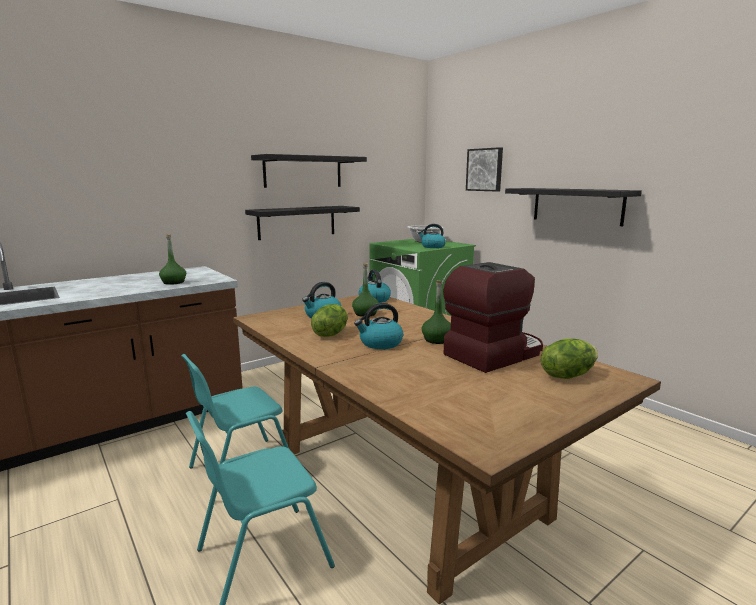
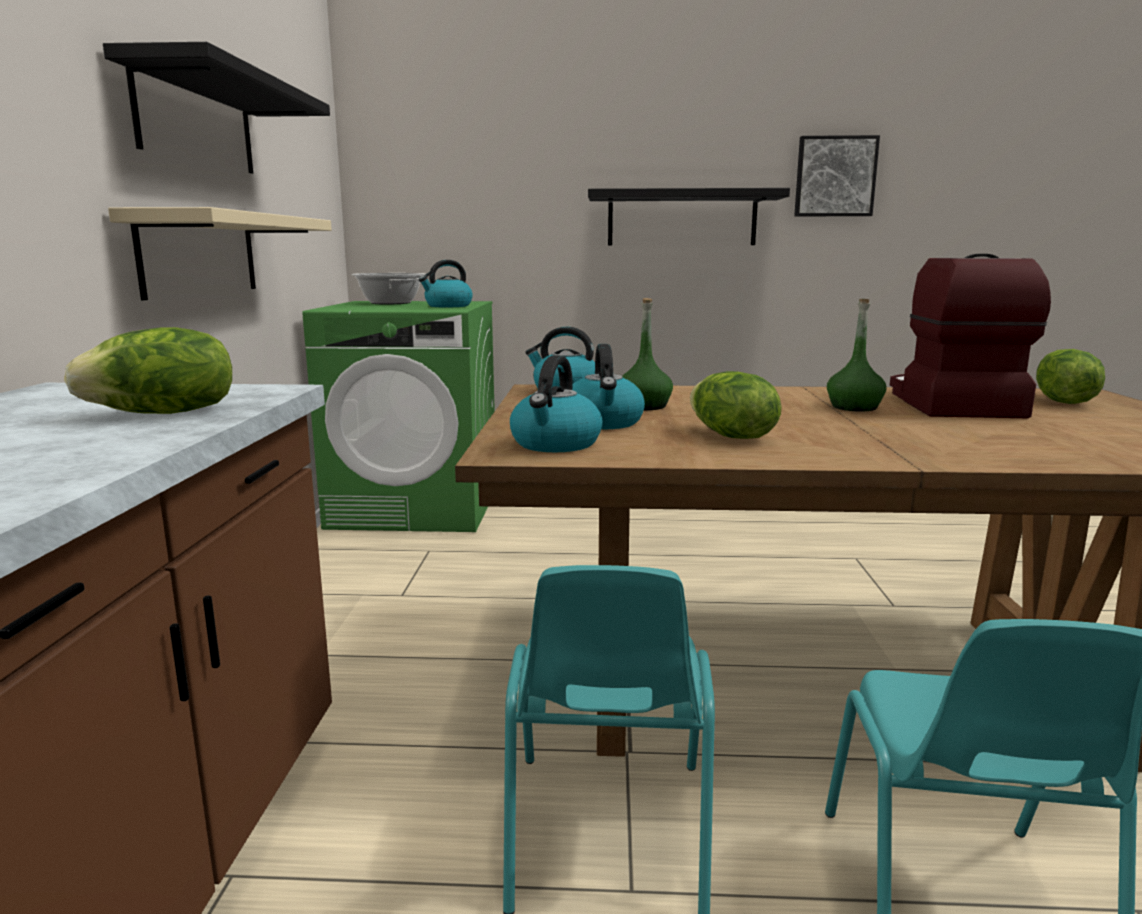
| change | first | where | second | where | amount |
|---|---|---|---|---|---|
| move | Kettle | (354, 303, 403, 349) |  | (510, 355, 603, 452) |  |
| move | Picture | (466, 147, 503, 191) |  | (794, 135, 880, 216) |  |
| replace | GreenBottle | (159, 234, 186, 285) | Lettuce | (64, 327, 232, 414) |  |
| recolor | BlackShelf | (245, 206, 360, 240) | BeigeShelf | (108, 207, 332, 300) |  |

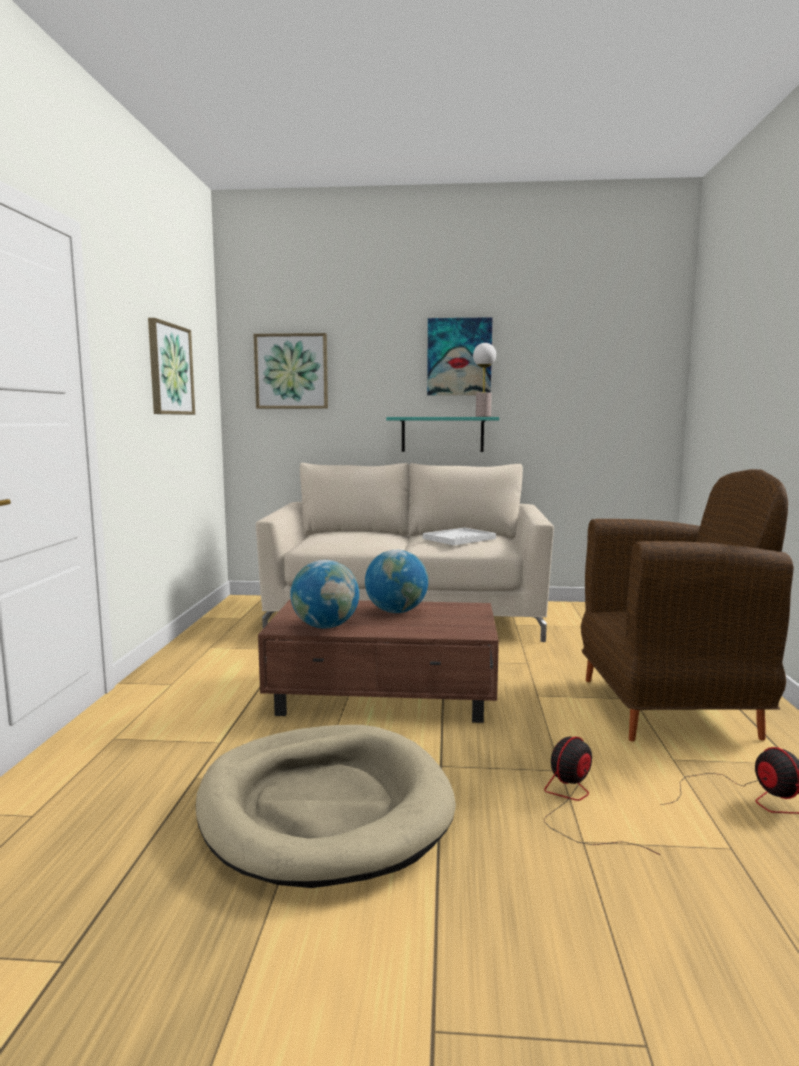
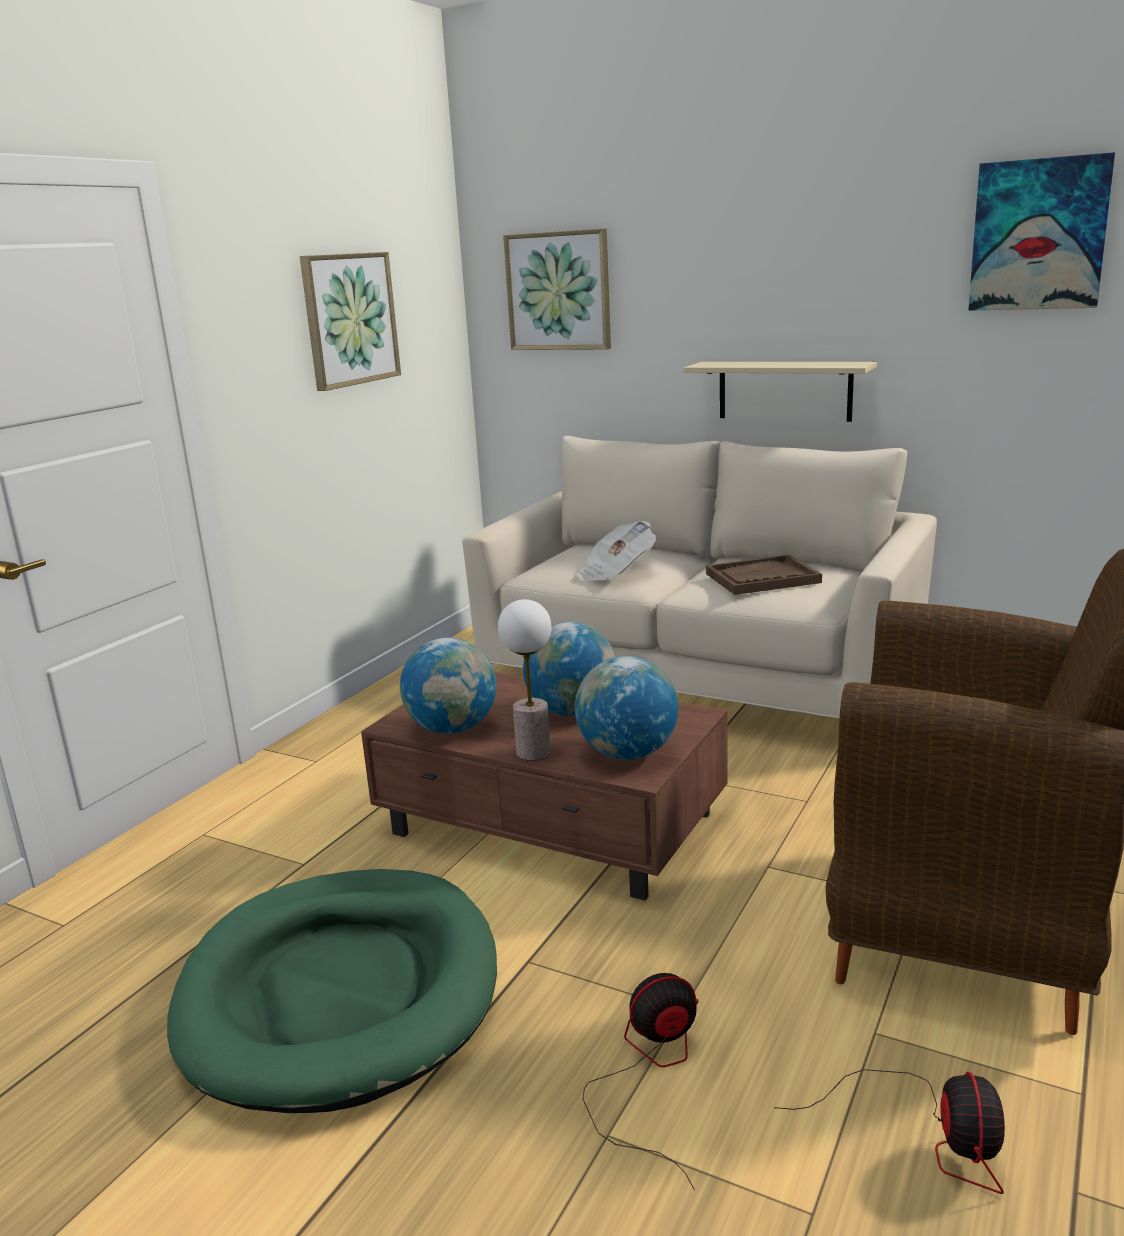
| change | first | where | second | where | amount |
|---|---|---|---|---|---|
| insert |  |  | Globe | (575, 656, 678, 760) |  |
| insert |  |  | Newspaper | (576, 521, 656, 580) |  |
| move | Picture | (427, 317, 492, 395) |  | (968, 152, 1115, 311) |  |
| move | TableLamp | (473, 343, 496, 417) |  | (498, 599, 552, 761) |  |
| recolor | BeigeDogBed | (196, 725, 456, 888) | GreenDogBed | (167, 869, 497, 1113) |  |
| recolor | TurquoiseShelf | (386, 417, 499, 452) | BeigeShelf | (683, 362, 877, 422) |  |
| recolor | WhiteTray | (423, 528, 496, 545) | BrownTray | (706, 555, 822, 595) |  |

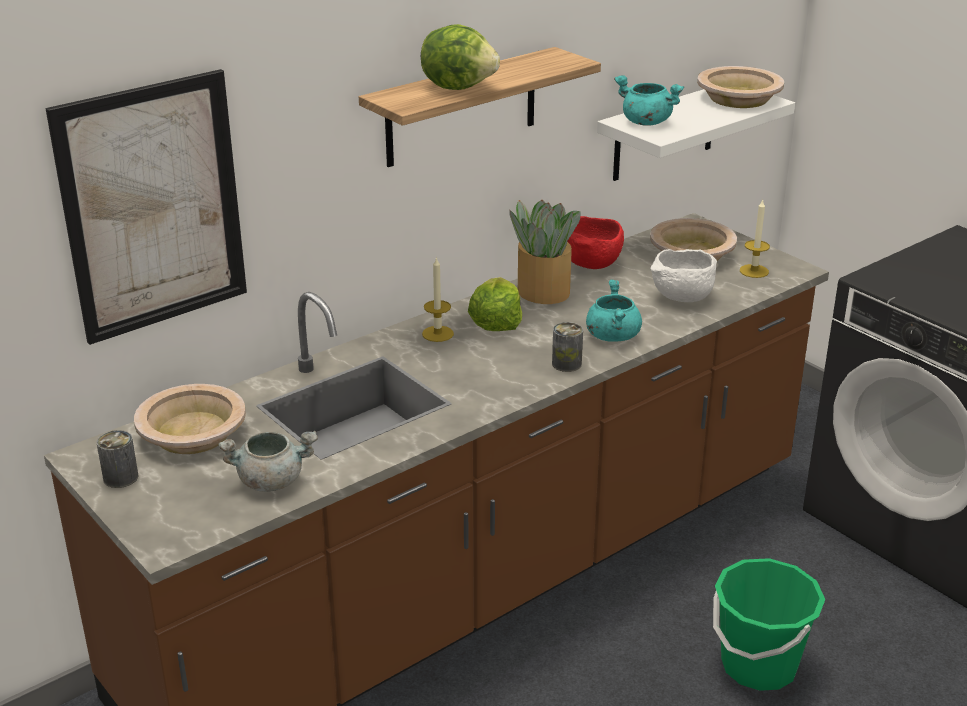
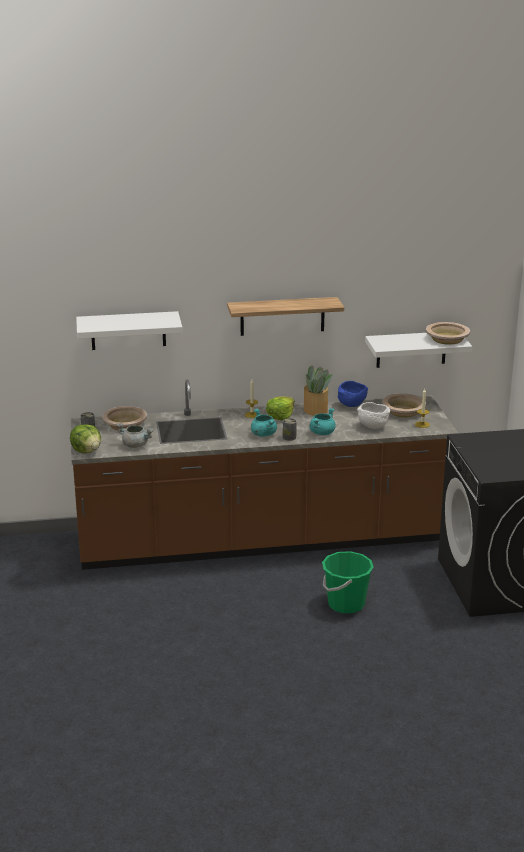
| change | first | where | second | where | amount |
|---|---|---|---|---|---|
| move | Lettuce | (421, 24, 500, 90) |  | (70, 424, 101, 454) |  |
| move | TurquoiseCookingPot | (614, 75, 684, 126) |  | (251, 409, 277, 437) |  |
| replace | Picture | (45, 69, 247, 345) | WhiteShelf | (76, 311, 183, 350) |  |
| recolor | RedBowl | (567, 216, 624, 269) | BlueBowl | (338, 381, 368, 407) |  |

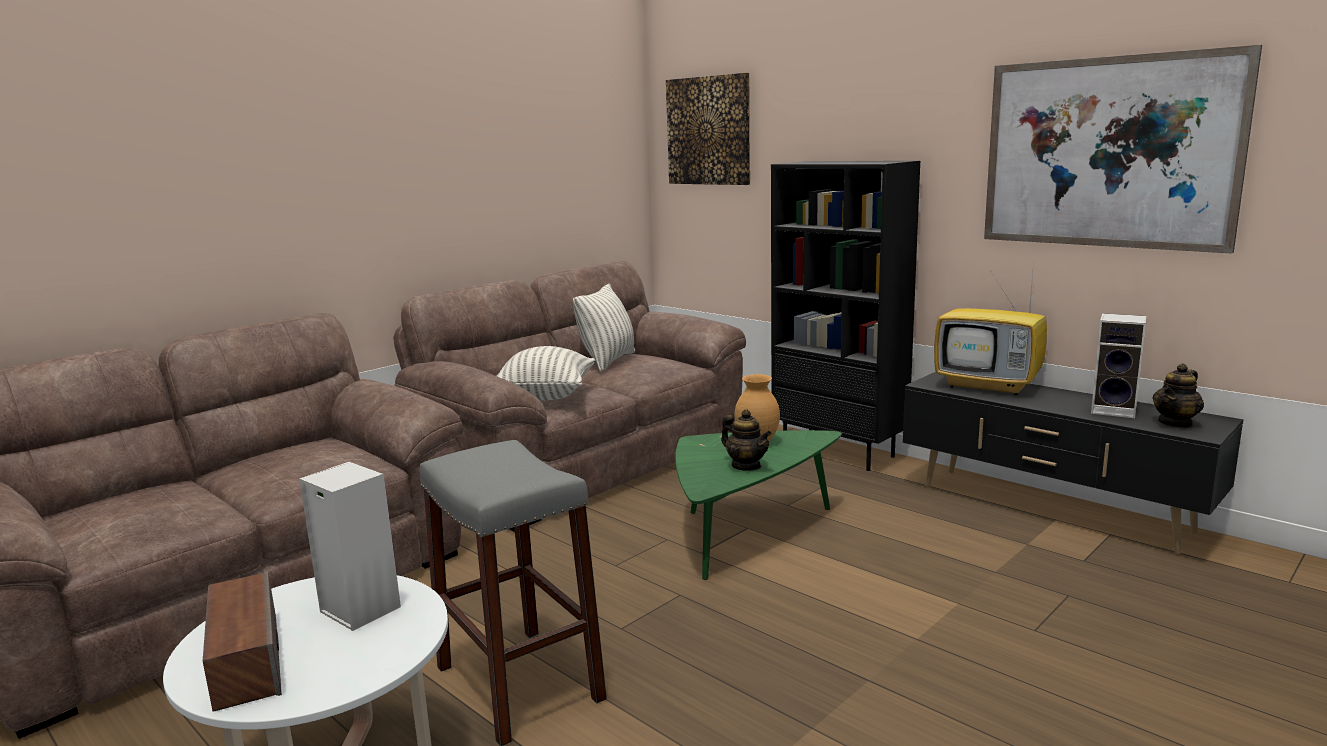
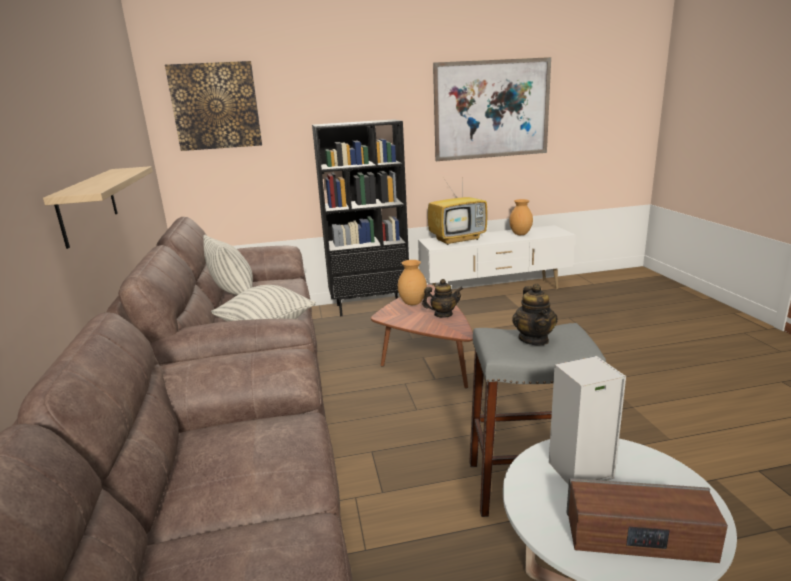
| change | first | where | second | where | amount |
|---|---|---|---|---|---|
| insert |  |  | Shelf | (43, 166, 153, 249) |  |
| move | Teapot | (1153, 363, 1204, 429) |  | (512, 284, 558, 346) |  |
| replace | Speaker | (1091, 313, 1146, 418) | BrownVase | (509, 199, 533, 235) |  |
| recolor | GreenCoffeeTable | (675, 430, 842, 580) | BrownCoffeeTable | (371, 284, 473, 388) |  |
| recolor | BlackTvStand | (903, 372, 1244, 555) | WhiteTvStand | (418, 225, 575, 290) |  |

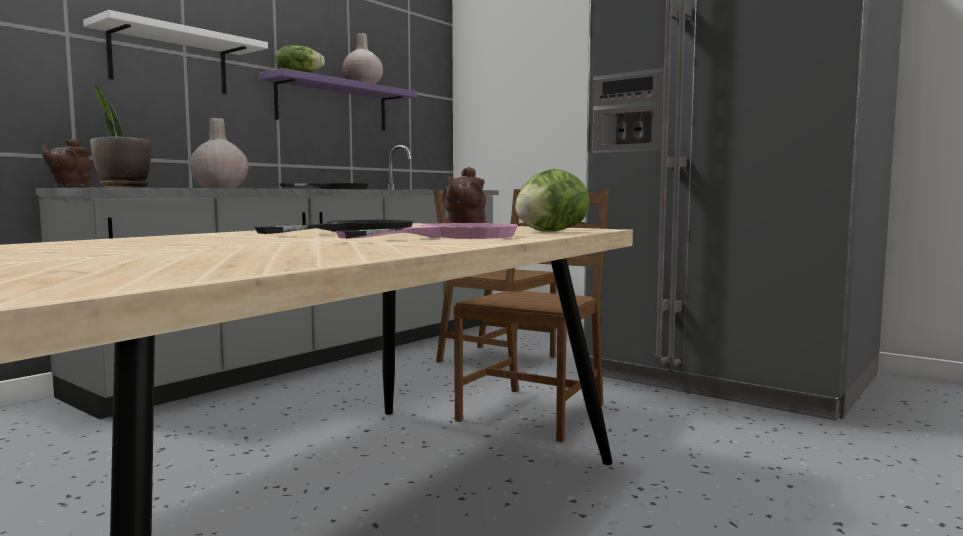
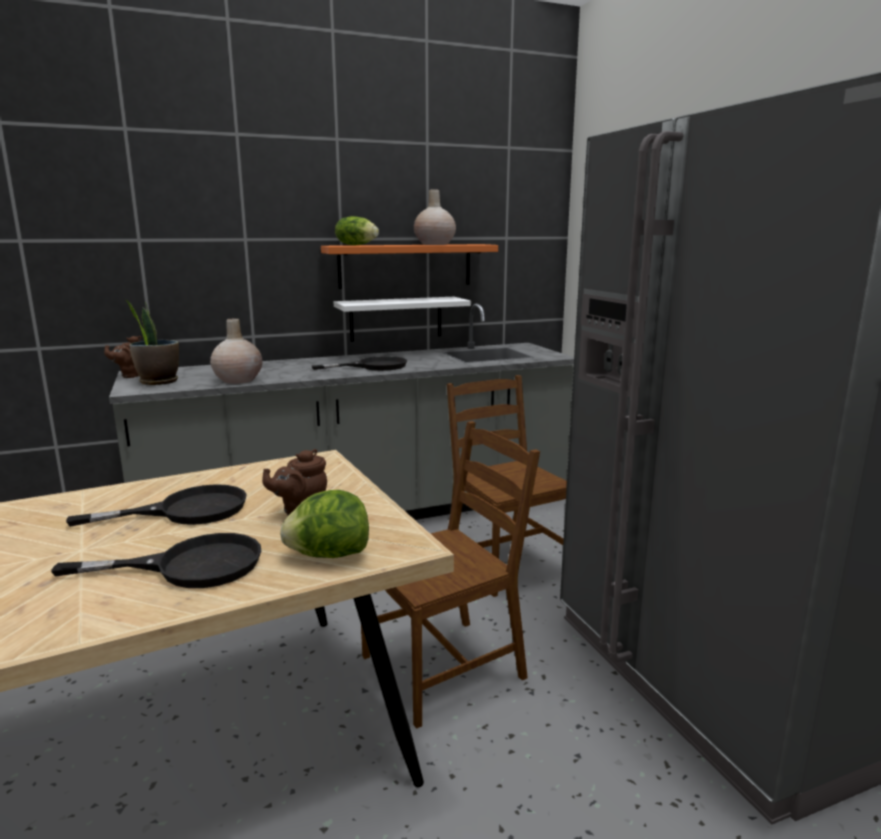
| change | first | where | second | where | amount |
|---|---|---|---|---|---|
| move | WhiteShelf | (83, 10, 268, 94) |  | (334, 297, 471, 342) |  |
| recolor | PurpleShelf | (259, 68, 417, 131) | OrangeShelf | (321, 244, 498, 289) |  |
| recolor | PinkFryingPan | (336, 223, 518, 239) | BlackFryingPan | (51, 533, 261, 588) |  |

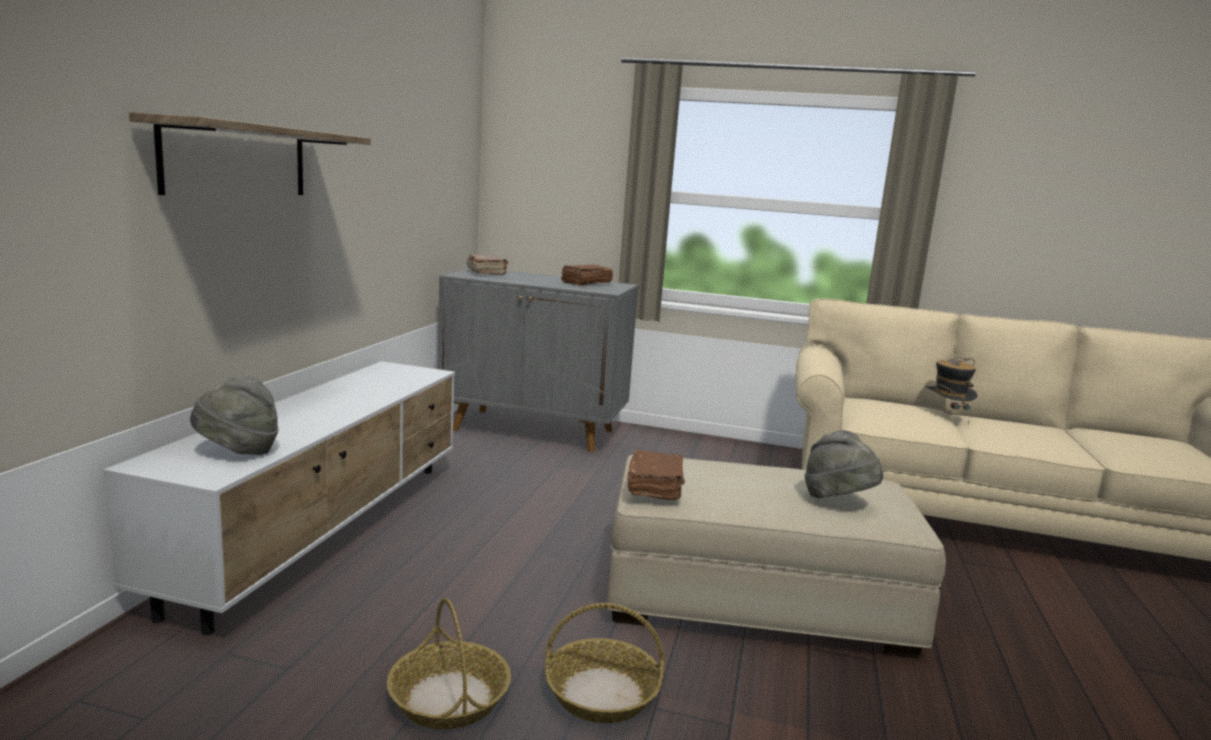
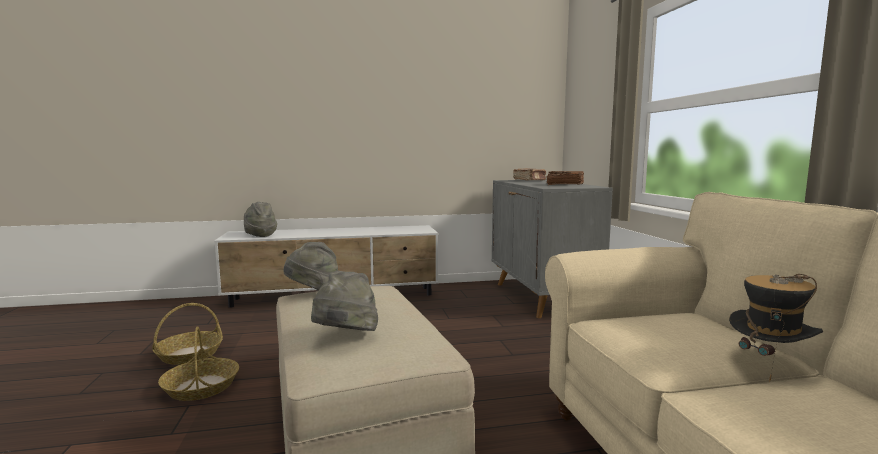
| change | first | where | second | where | amount |
|---|---|---|---|---|---|
| delete | Shelf | (129, 112, 371, 195) |  |  |  |
| replace | BrownBook | (627, 450, 685, 500) | GreyHat | (283, 242, 338, 290) |  |

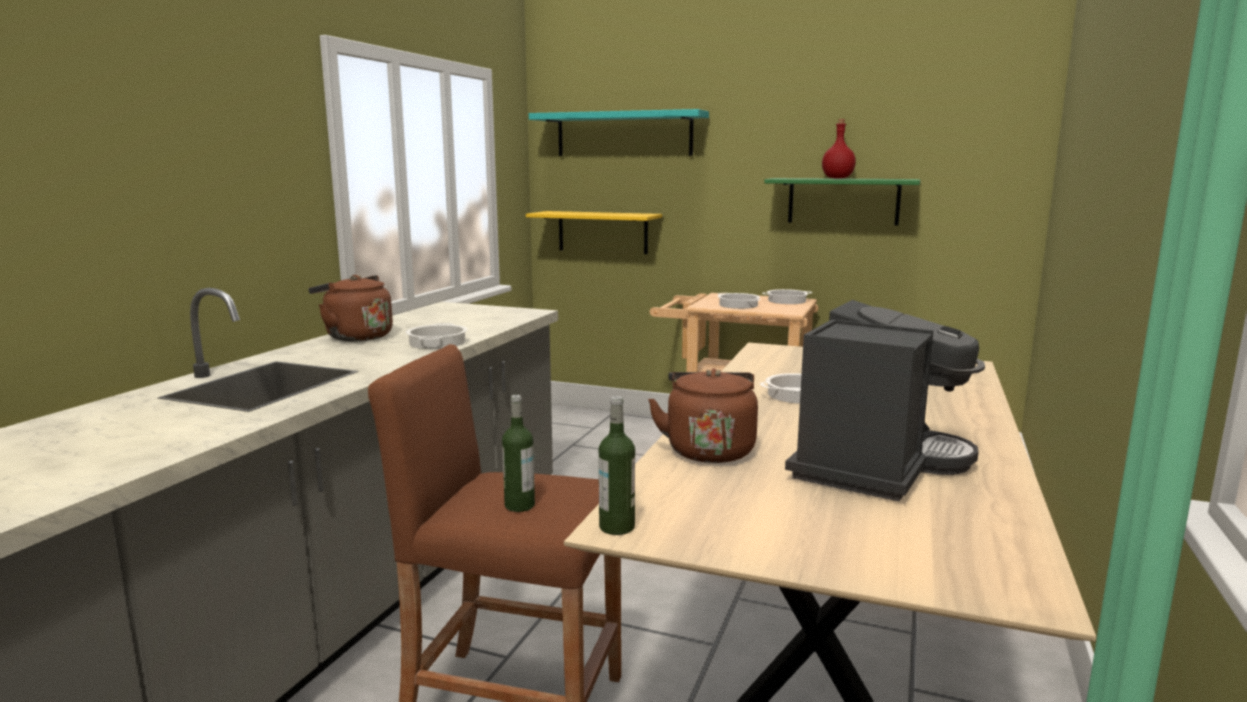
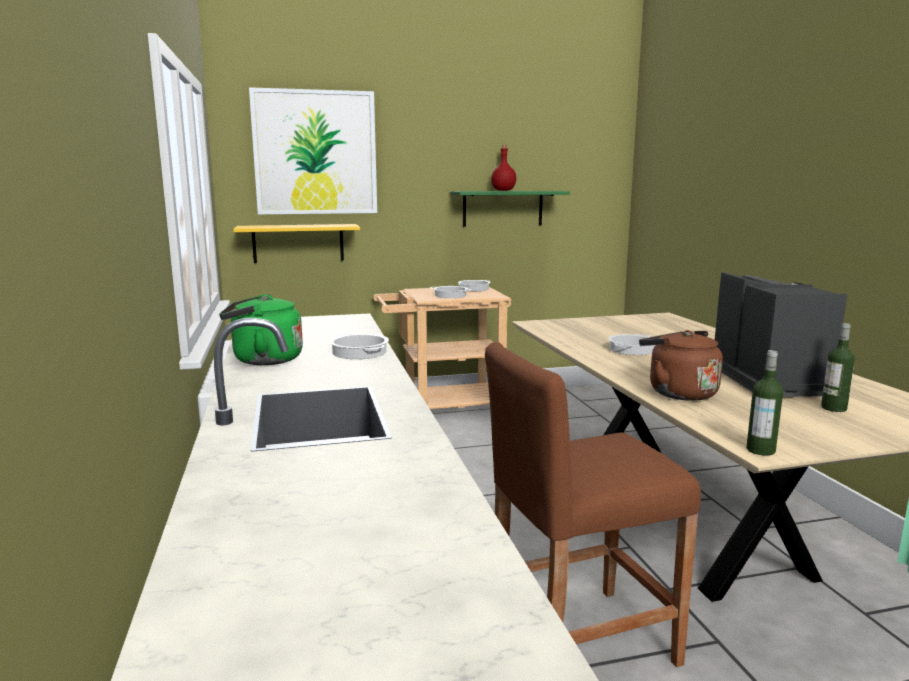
| change | first | where | second | where | amount |
|---|---|---|---|---|---|
| move | Bottle | (502, 395, 535, 512) |  | (821, 323, 855, 412) |  |
| replace | TurquoiseShelf | (529, 109, 709, 156) | Picture | (249, 87, 377, 214) |  |
| recolor | BrownKettle | (308, 275, 393, 342) | GreenKettle | (219, 294, 303, 365) |  |

